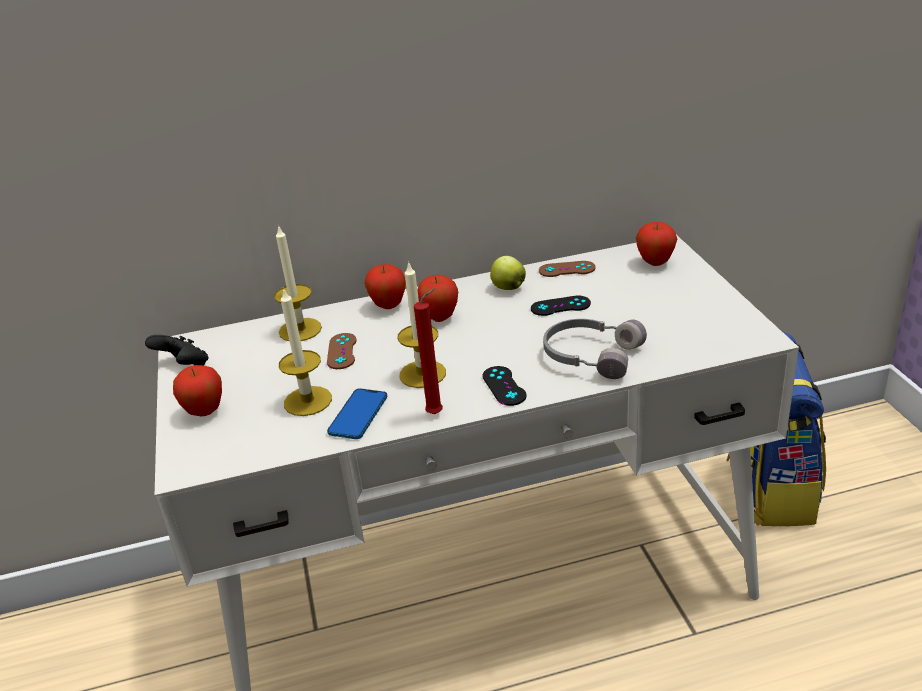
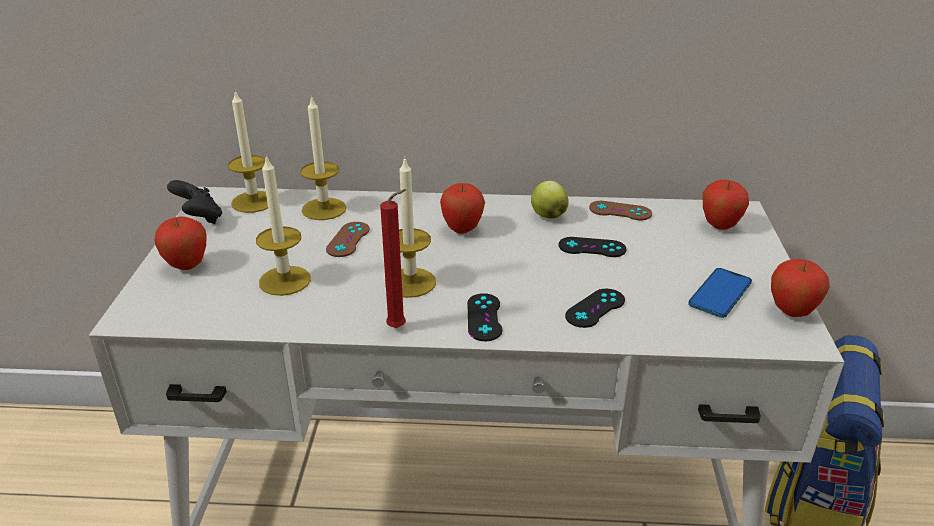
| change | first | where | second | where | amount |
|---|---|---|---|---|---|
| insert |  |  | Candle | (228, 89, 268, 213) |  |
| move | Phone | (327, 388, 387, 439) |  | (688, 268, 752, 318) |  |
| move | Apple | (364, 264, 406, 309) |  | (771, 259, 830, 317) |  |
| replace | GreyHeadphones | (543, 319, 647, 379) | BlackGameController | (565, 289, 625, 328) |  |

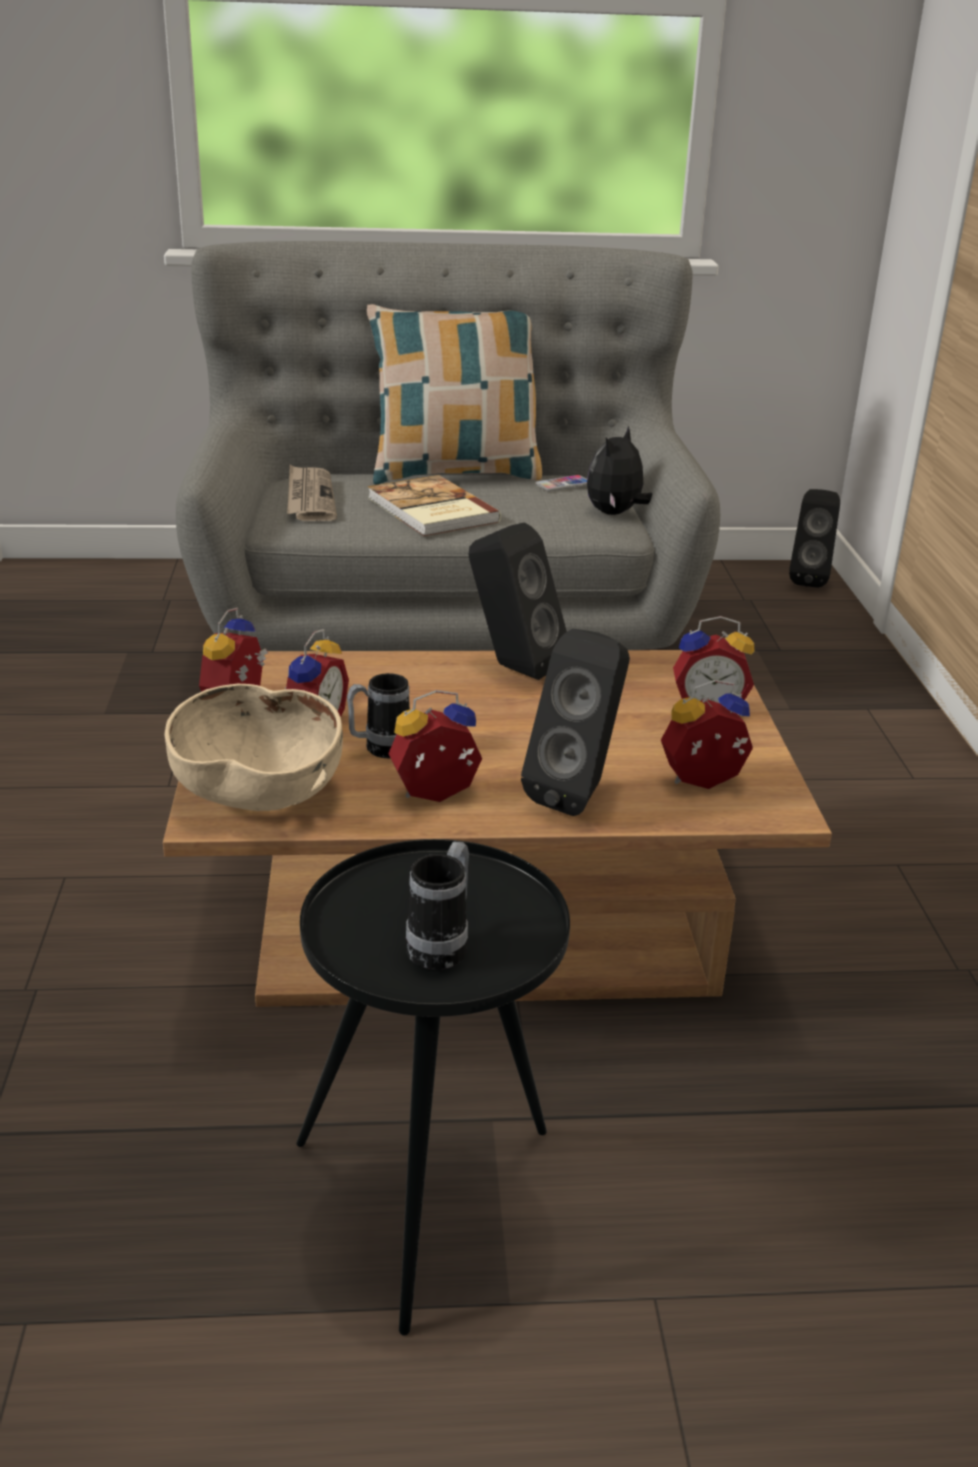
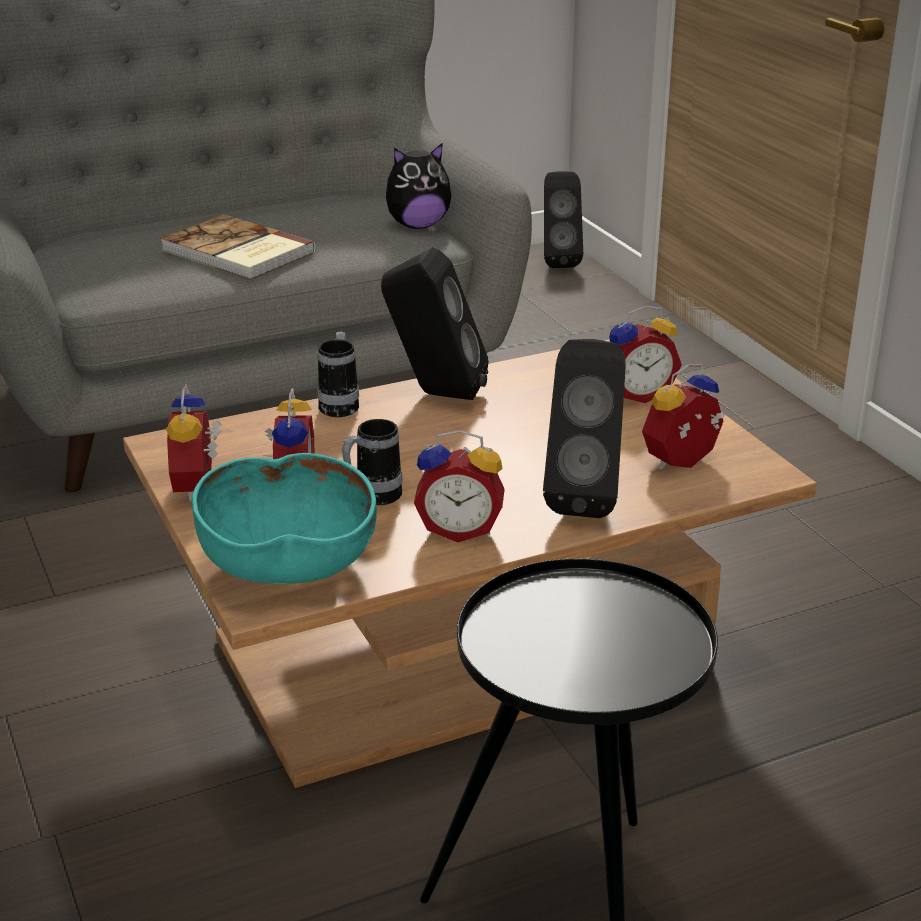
| change | first | where | second | where | amount |
|---|---|---|---|---|---|
| delete | Newspaper | (287, 465, 337, 521) |  |  |  |
| delete | Pillow | (367, 304, 542, 485) |  |  |  |
| delete | Phone | (535, 475, 587, 492) |  |  |  |
| move | Mug | (406, 842, 469, 970) |  | (317, 331, 359, 417) |  |
| recolor | BeigeBowl | (164, 684, 343, 811) | TurquoiseBowl | (192, 453, 377, 584) |  |
| rotate | AlarmClock | (388, 690, 482, 802) |  | (414, 430, 505, 542) | 135 degrees counterclockwise |
| rotate | PlushToy | (587, 426, 652, 515) |  | (386, 143, 452, 229) | 120 degrees counterclockwise |

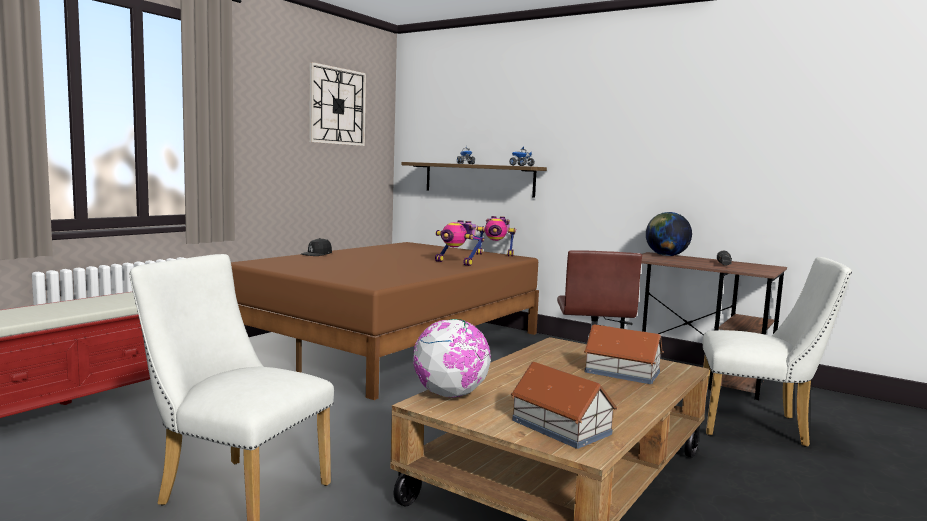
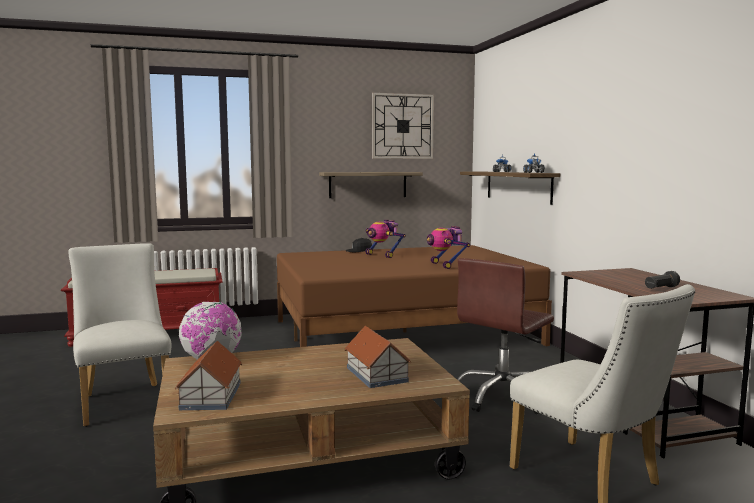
| change | first | where | second | where | amount |
|---|---|---|---|---|---|
| delete | Globe | (646, 212, 692, 256) |  |  |  |
| insert |  |  | Shelf | (319, 172, 423, 198) |  |
| move | ToyRobot | (476, 216, 516, 256) |  | (365, 220, 406, 258) |  |

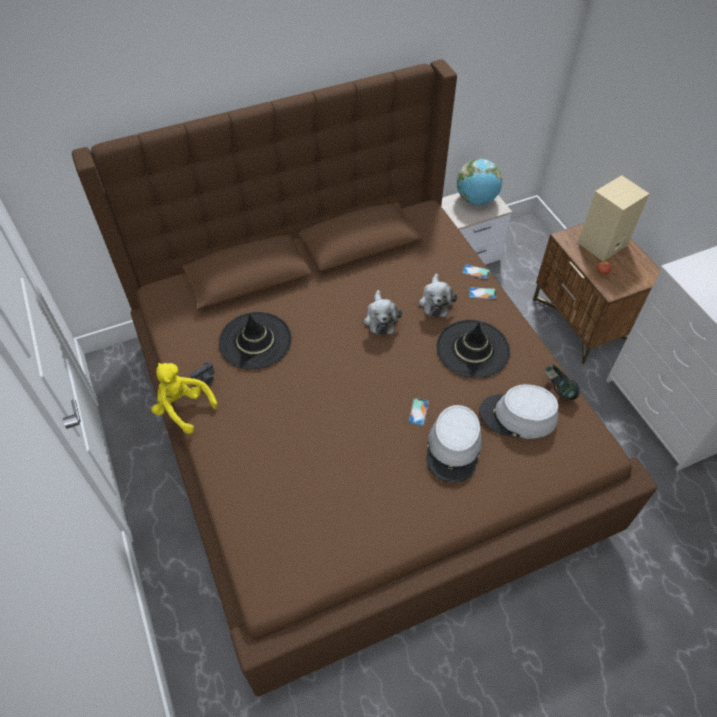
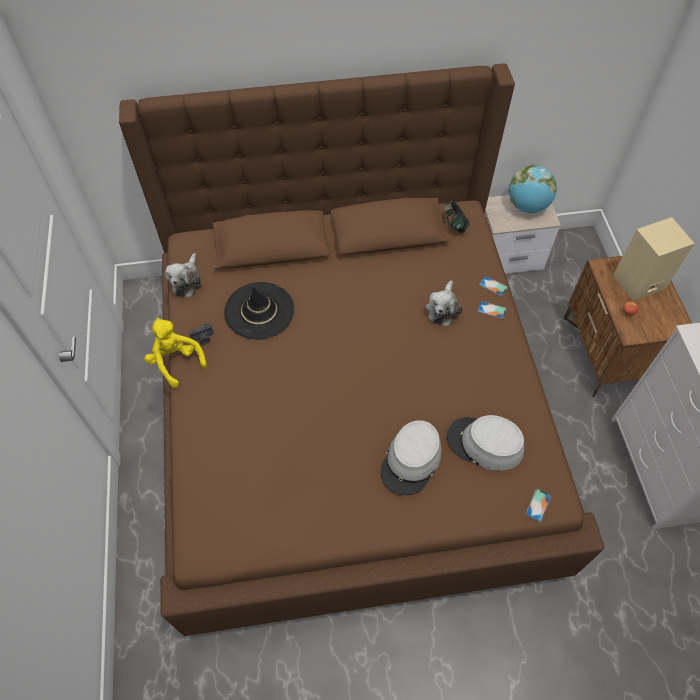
| change | first | where | second | where | amount |
|---|---|---|---|---|---|
| delete | BlackHat | (437, 320, 510, 378) |  |  |  |
| move | PlushToy | (364, 290, 402, 335) |  | (165, 253, 202, 298) |  |
| move | Phone | (409, 398, 429, 426) |  | (526, 488, 551, 522) |  |
| move | Headphones | (545, 364, 580, 400) |  | (444, 201, 470, 233) |  |

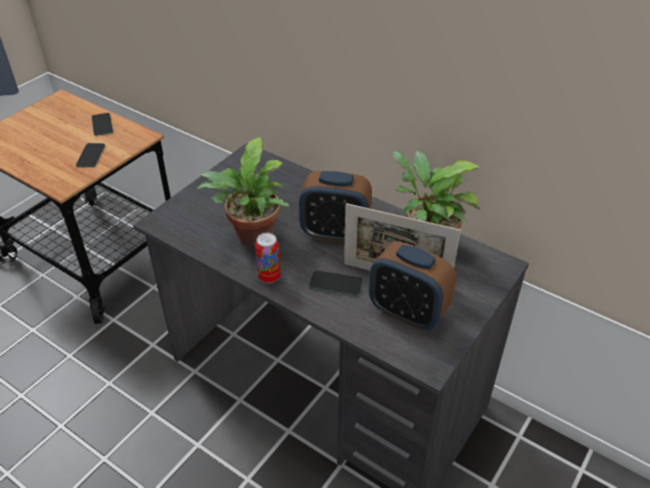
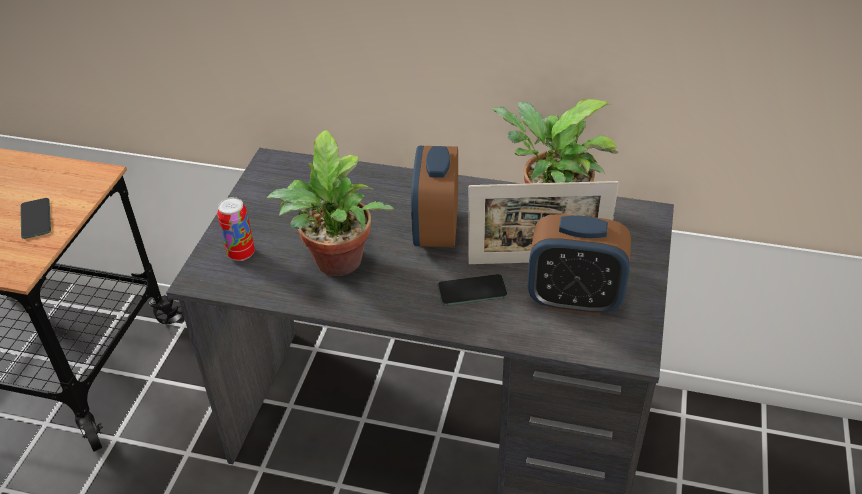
| change | first | where | second | where | amount |
|---|---|---|---|---|---|
| delete | Phone | (92, 113, 113, 136) |  |  |  |
| move | Can | (255, 233, 281, 283) |  | (217, 197, 255, 261) |  |
| rotate | AlarmClock | (299, 171, 372, 242) |  | (411, 146, 458, 247) | 105 degrees clockwise |

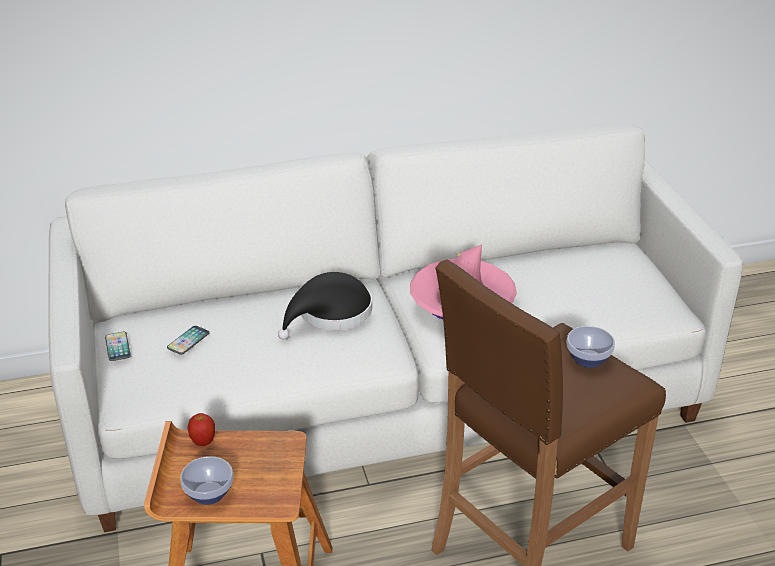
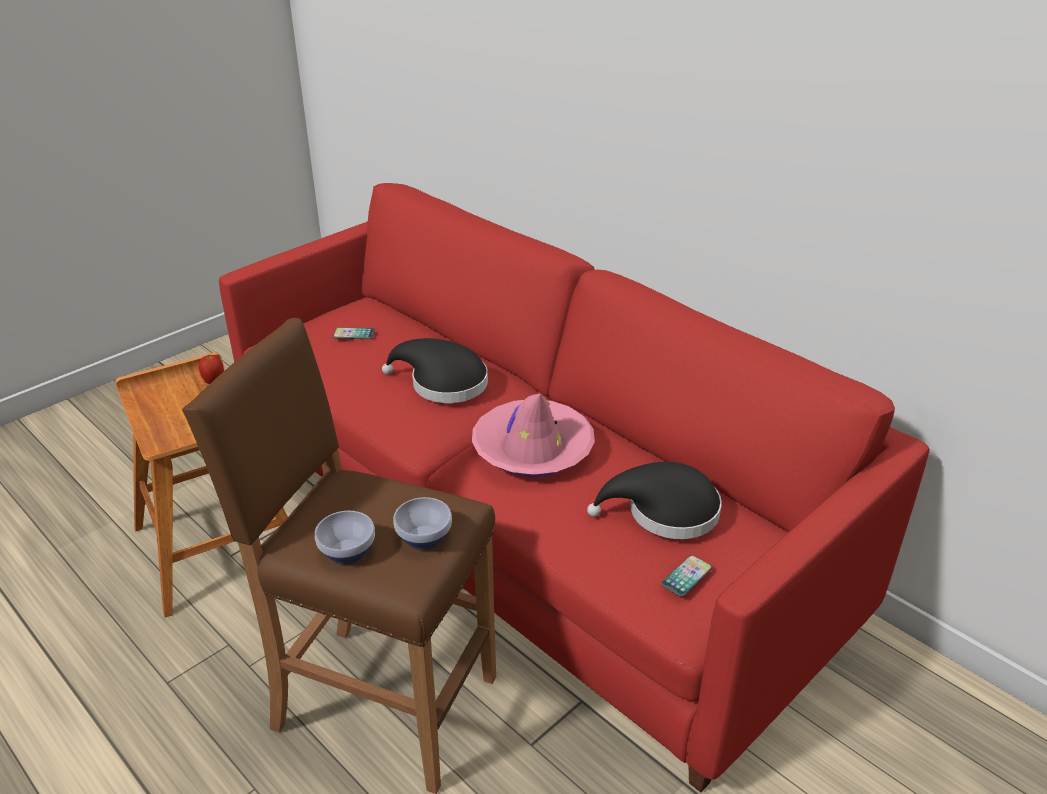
| change | first | where | second | where | amount |
|---|---|---|---|---|---|
| insert |  |  | BlackHat | (587, 462, 722, 539) |  |
| move | Phone | (105, 332, 131, 361) |  | (661, 555, 712, 597) |  |
| move | Bowl | (180, 456, 233, 505) |  | (315, 511, 375, 564) |  |
| recolor | WhiteSofa | (48, 123, 743, 532) | RedSofa | (219, 183, 930, 792) |  |

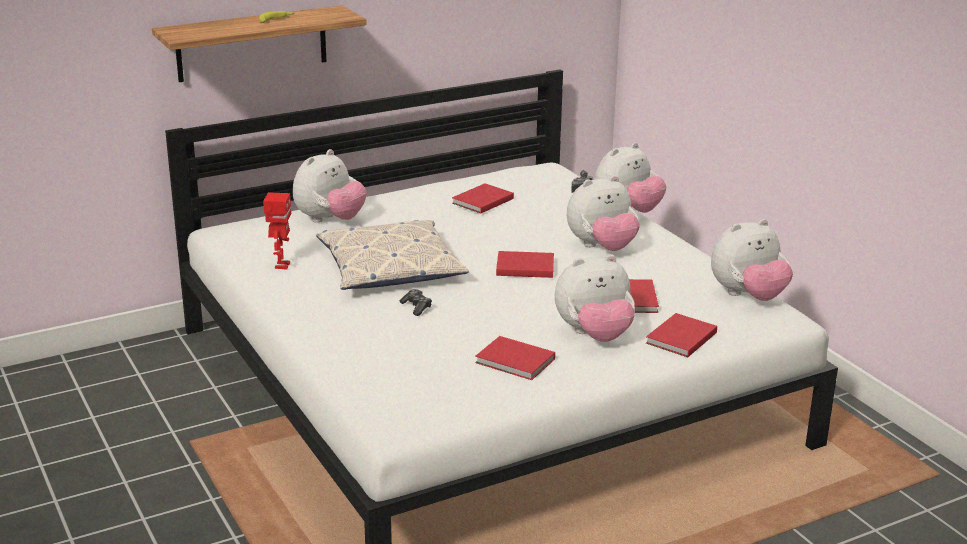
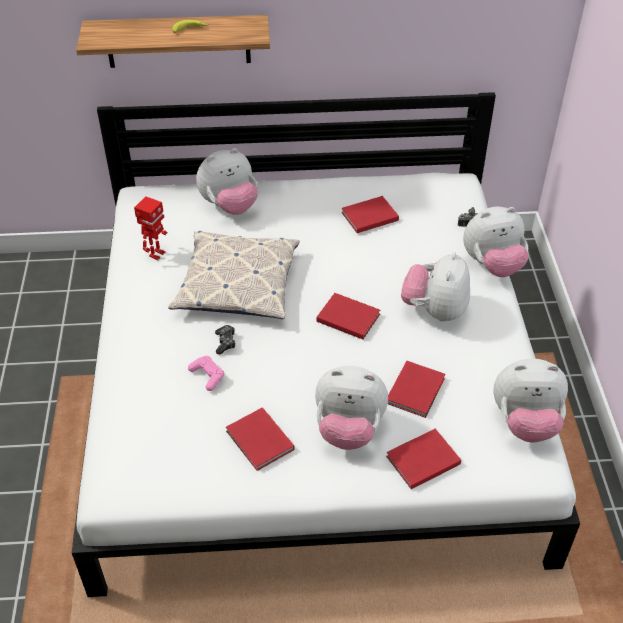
| change | first | where | second | where | amount |
|---|---|---|---|---|---|
| insert |  |  | PinkGameController | (188, 356, 224, 391) |  |
| rotate | PlushToy | (567, 175, 640, 251) |  | (401, 252, 470, 322) | 105 degrees clockwise |

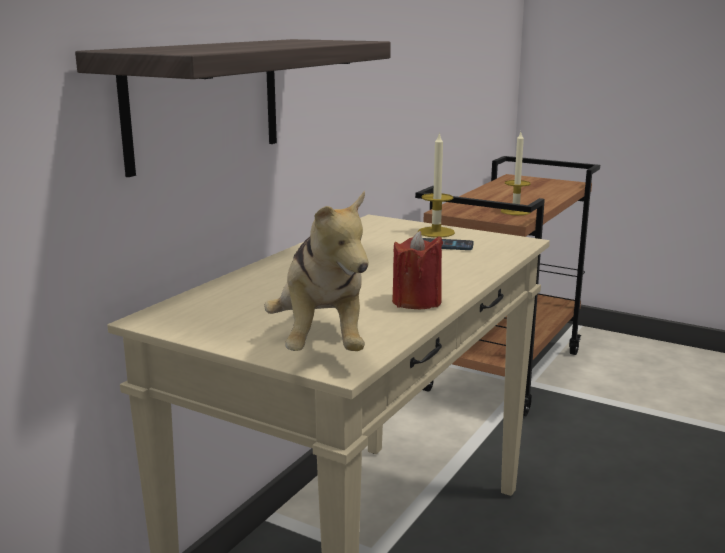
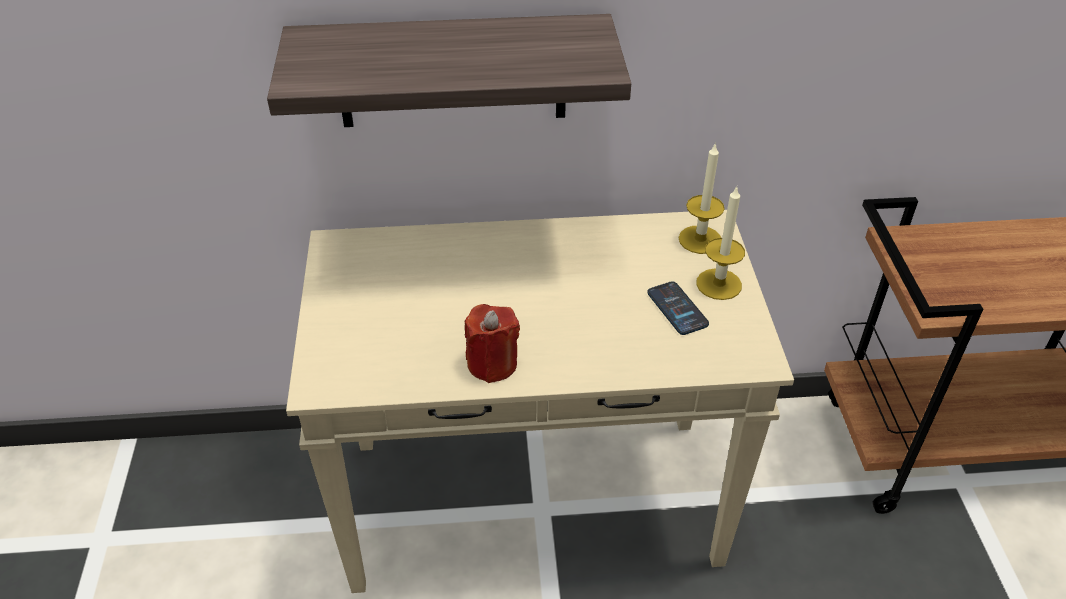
| change | first | where | second | where | amount |
|---|---|---|---|---|---|
| delete | PlushToy | (264, 191, 369, 351) |  |  |  |
| move | Candle | (501, 132, 531, 215) |  | (679, 142, 725, 254) |  |

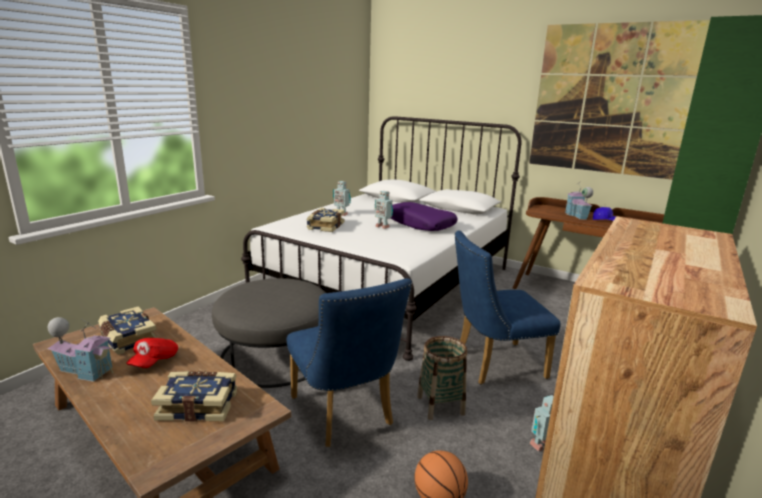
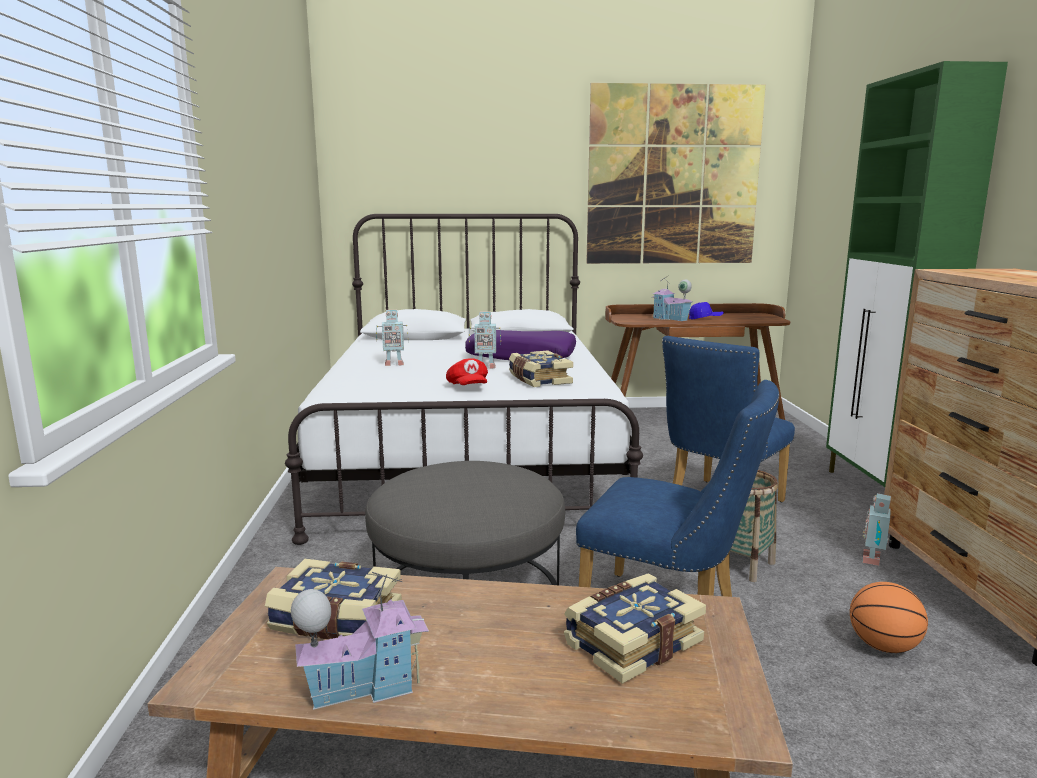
| change | first | where | second | where | amount |
|---|---|---|---|---|---|
| move | RedCap | (126, 338, 178, 368) |  | (446, 358, 488, 385) |  |
| move | Book | (307, 208, 345, 232) |  | (509, 350, 573, 387) |  |

